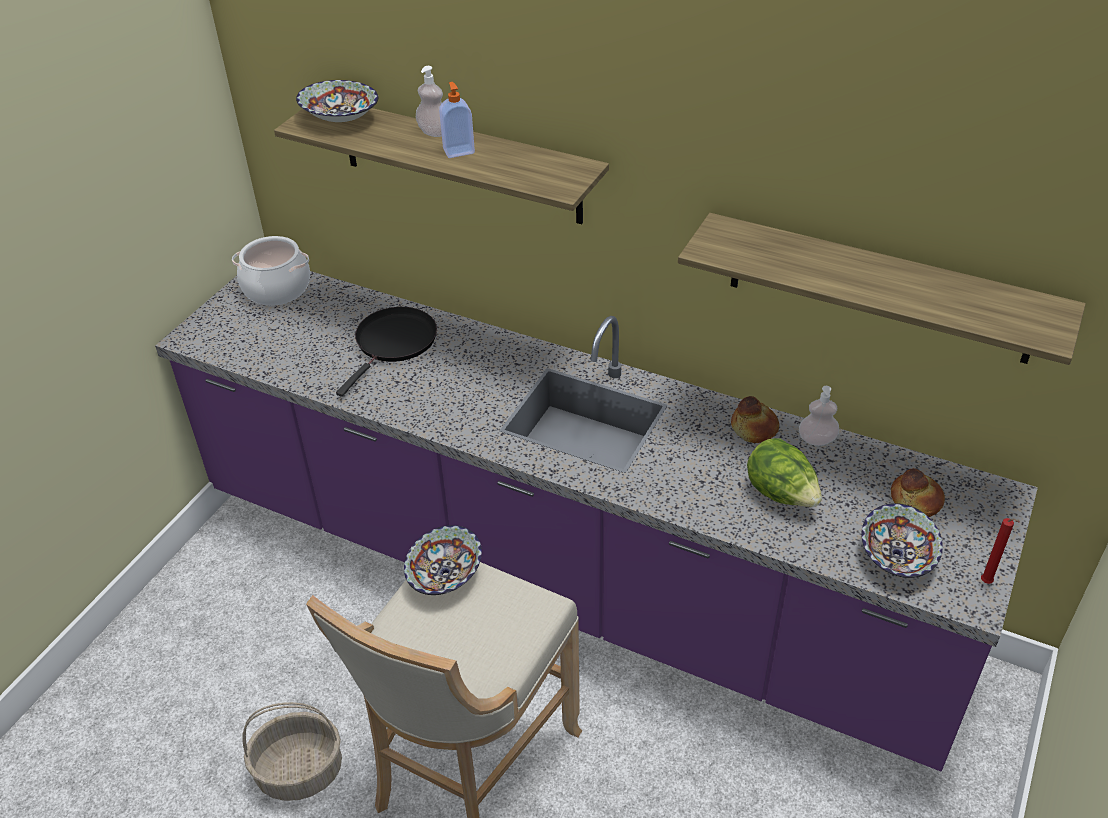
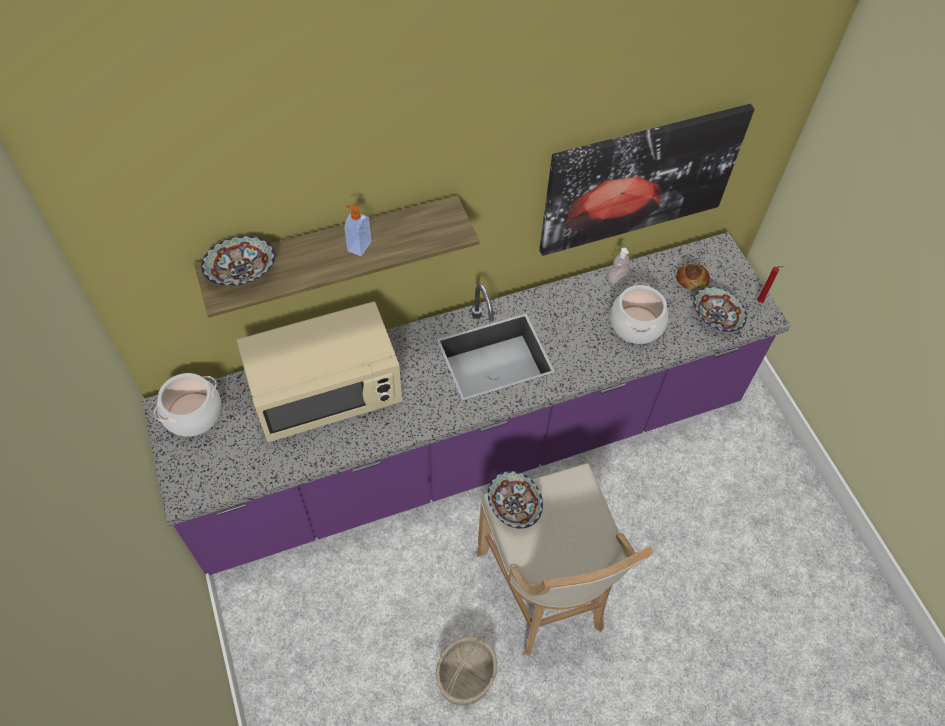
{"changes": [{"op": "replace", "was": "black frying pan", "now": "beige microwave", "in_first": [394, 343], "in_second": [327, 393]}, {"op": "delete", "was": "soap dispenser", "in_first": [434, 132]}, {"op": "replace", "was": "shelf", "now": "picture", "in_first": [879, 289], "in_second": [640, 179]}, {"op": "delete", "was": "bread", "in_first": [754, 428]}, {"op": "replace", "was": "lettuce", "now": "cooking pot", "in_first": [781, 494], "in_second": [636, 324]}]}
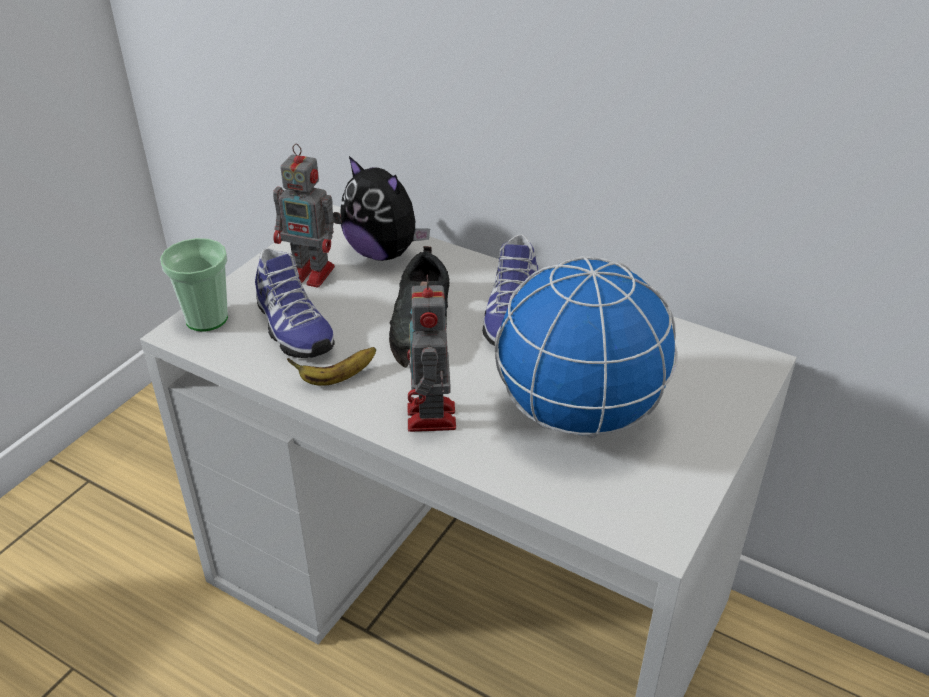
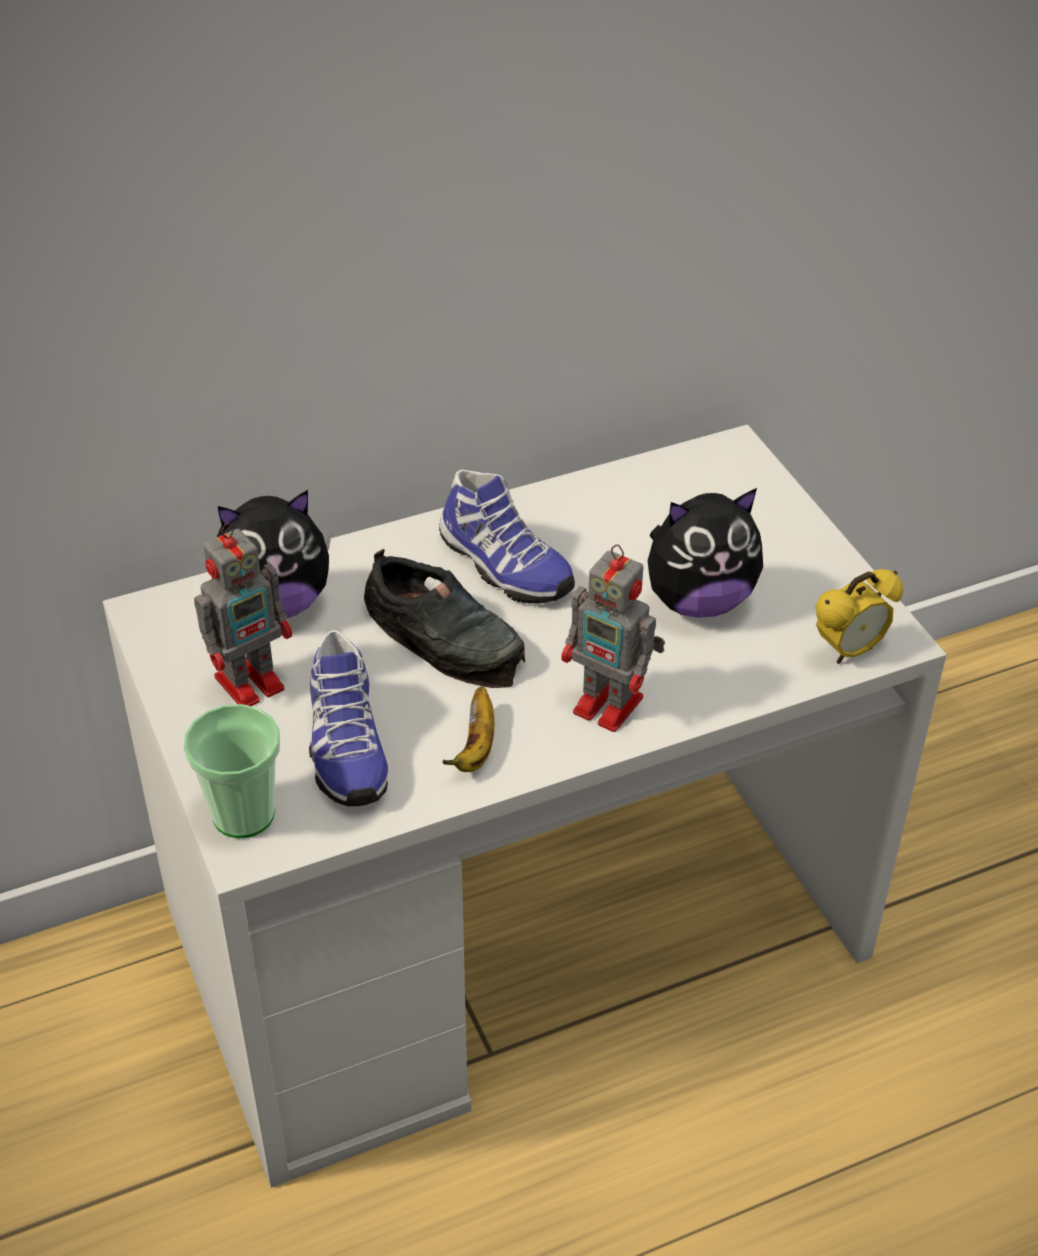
{"changes": [{"op": "rotate", "was": "shoe", "in_first": [291, 328], "in_second": [344, 747], "clockwise": 75}, {"op": "replace", "was": "globe", "now": "plush toy", "in_first": [579, 413], "in_second": [698, 600]}, {"op": "insert", "now": "alarm clock", "in_second": [849, 651]}]}
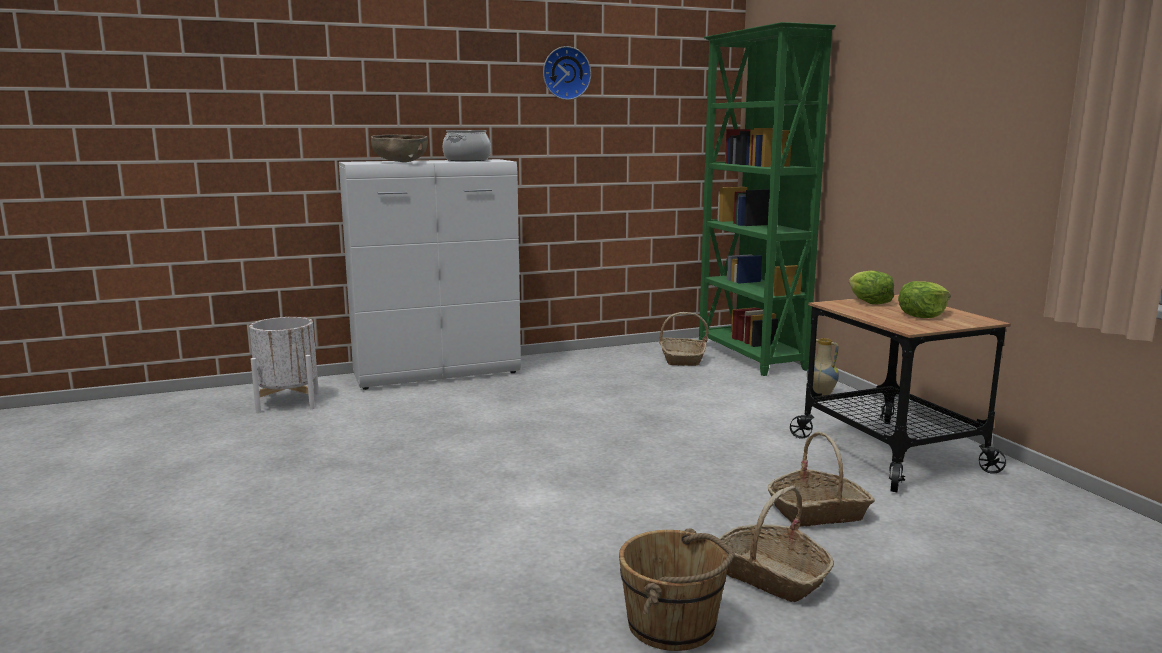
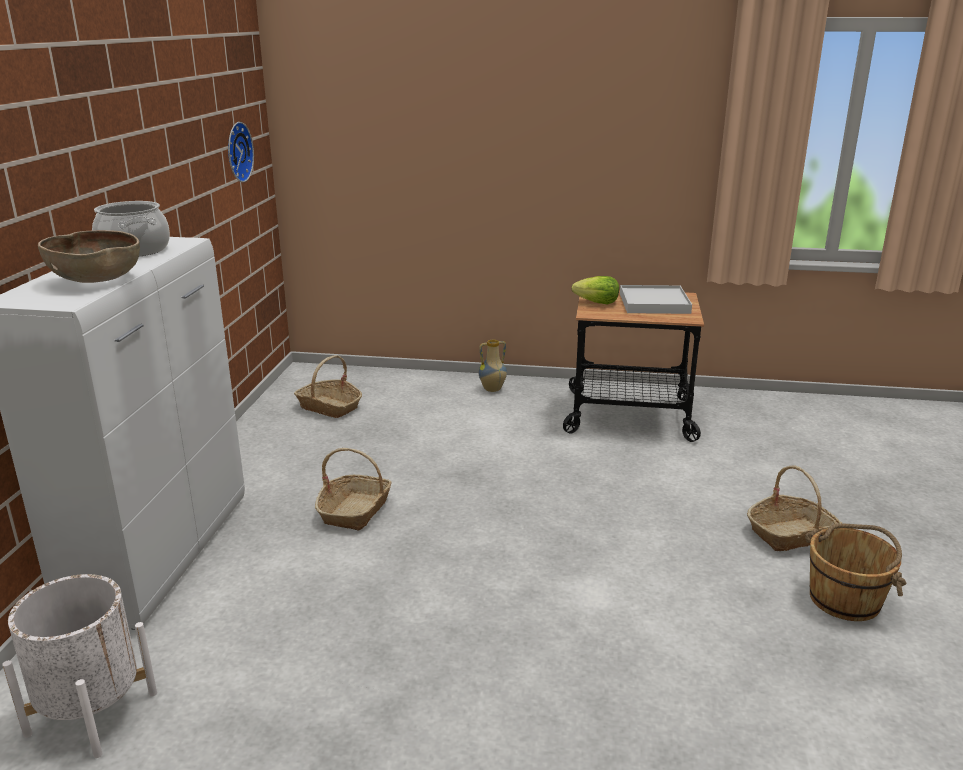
{"changes": [{"op": "move", "was": "wall clock", "in_first": [565, 73], "in_second": [236, 152]}, {"op": "delete", "was": "green bookcase", "in_first": [750, 357]}, {"op": "move", "was": "basket", "in_first": [818, 512], "in_second": [355, 510]}, {"op": "replace", "was": "lettuce", "now": "white tray", "in_first": [923, 315], "in_second": [654, 303]}]}
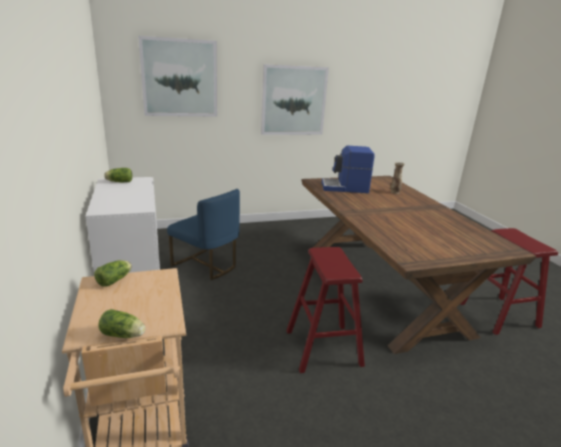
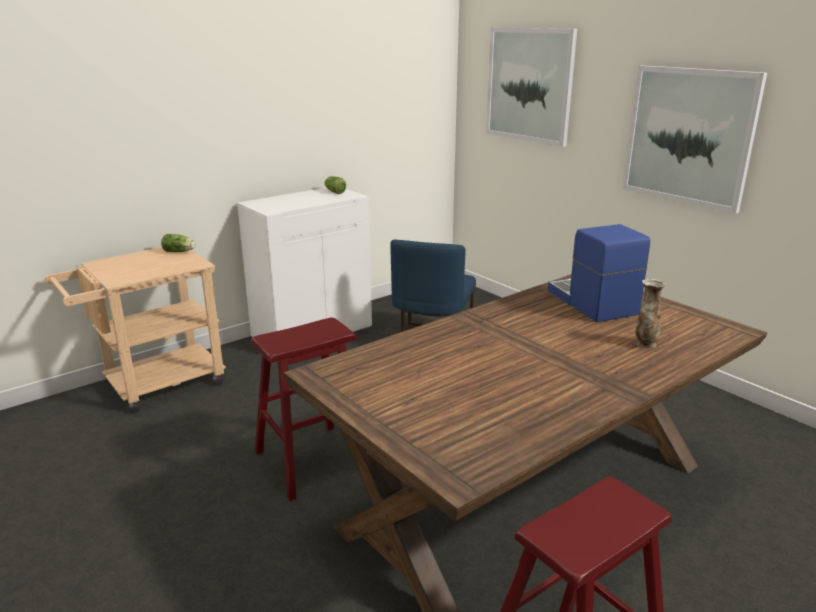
{"changes": [{"op": "delete", "was": "lettuce", "in_first": [124, 335]}]}
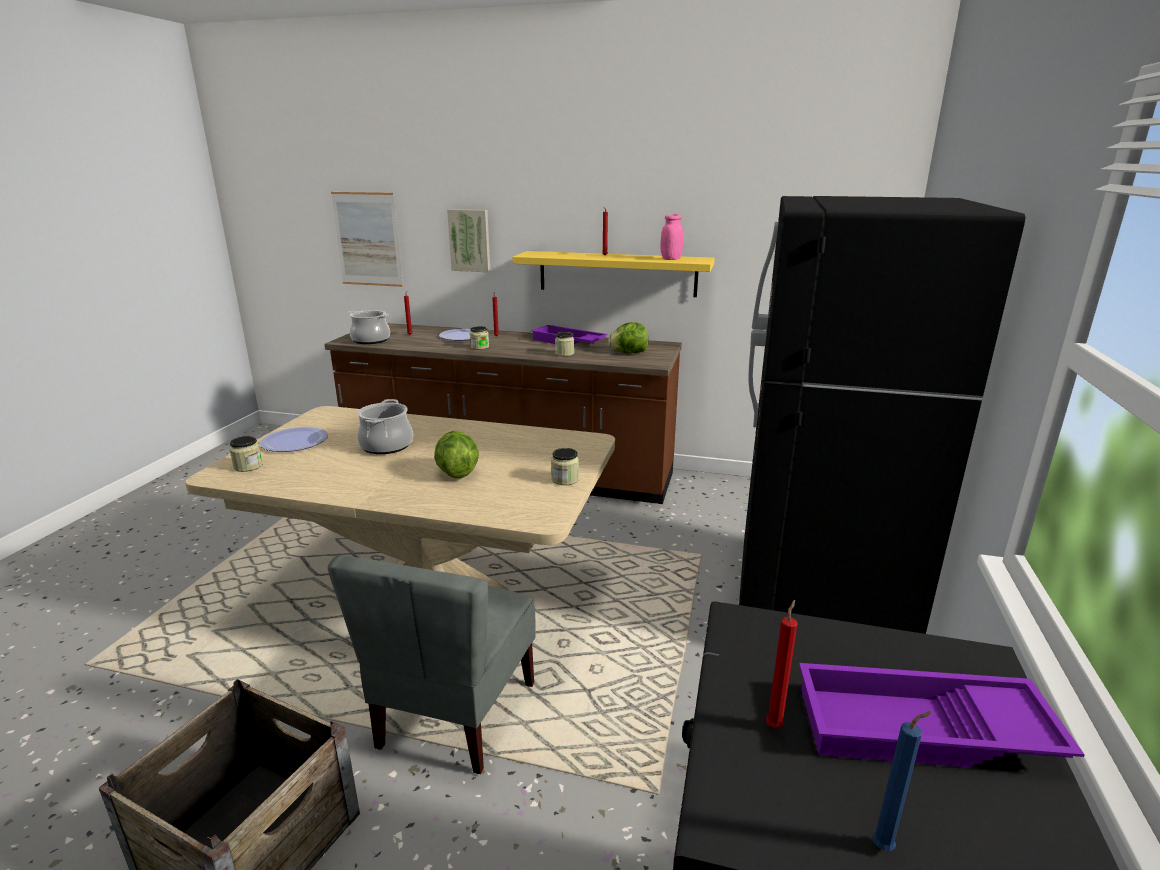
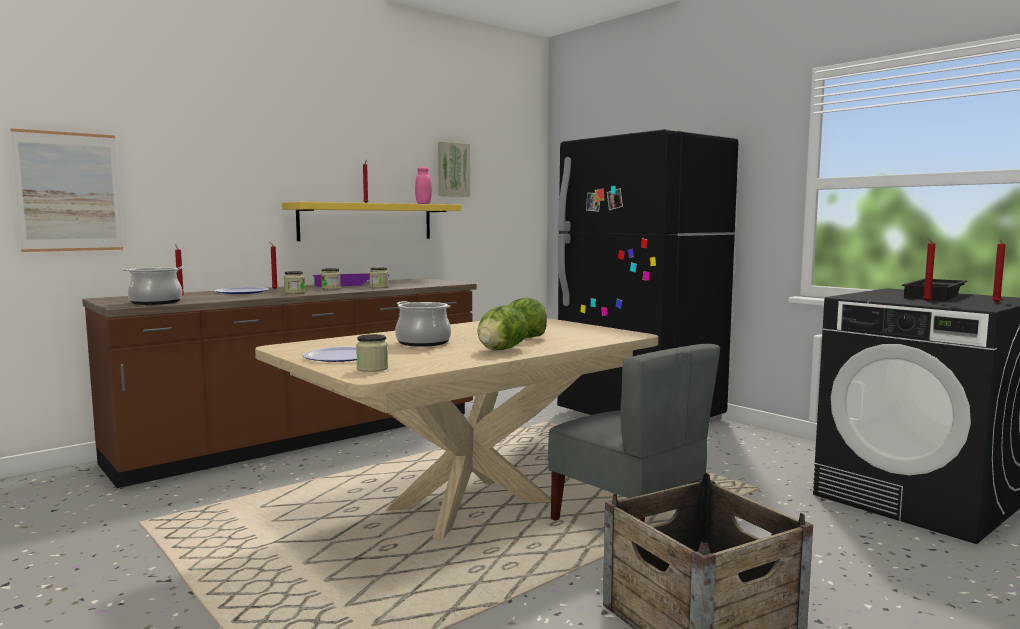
{"changes": [{"op": "move", "was": "picture", "in_first": [470, 240], "in_second": [452, 169]}, {"op": "move", "was": "jar", "in_first": [565, 479], "in_second": [331, 288]}, {"op": "move", "was": "lettuce", "in_first": [629, 353], "in_second": [500, 350]}, {"op": "recolor", "was": "purple tray", "now": "black tray", "in_first": [922, 732], "in_second": [936, 296]}, {"op": "recolor", "was": "blue candle", "now": "red candle", "in_first": [885, 847], "in_second": [996, 302]}]}
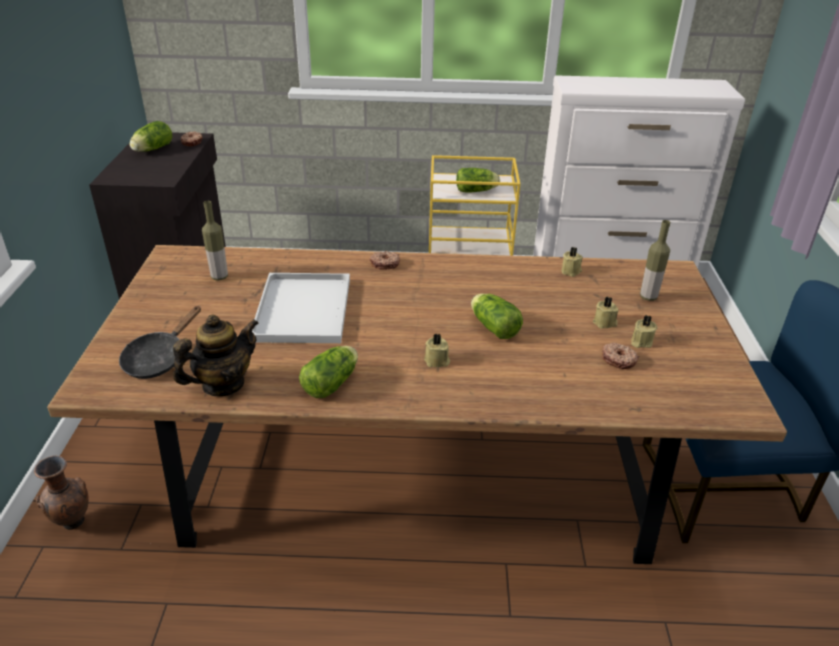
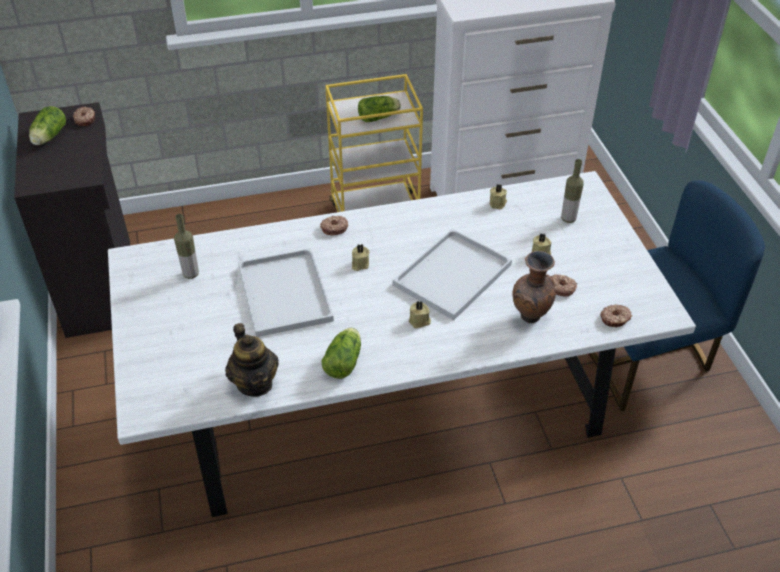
{"changes": [{"op": "move", "was": "brown vase", "in_first": [73, 524], "in_second": [530, 318]}, {"op": "recolor", "was": "brown dining table", "now": "white dining table", "in_first": [416, 472], "in_second": [389, 401]}, {"op": "delete", "was": "black frying pan", "in_first": [158, 359]}, {"op": "rotate", "was": "teapot", "in_first": [223, 384], "in_second": [255, 383], "clockwise": 120}, {"op": "replace", "was": "lettuce", "now": "white tray", "in_first": [493, 326], "in_second": [452, 276]}, {"op": "move", "was": "beige candle", "in_first": [640, 342], "in_second": [359, 264]}, {"op": "insert", "now": "donut", "in_second": [615, 319]}]}
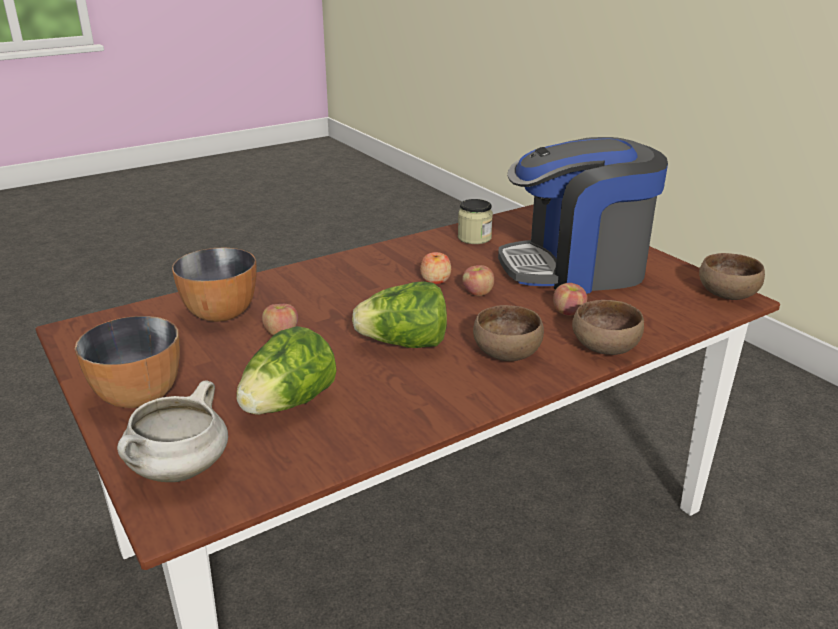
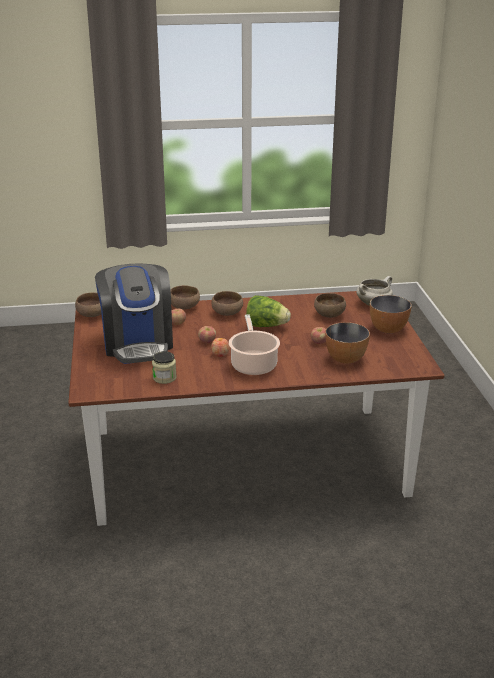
{"changes": [{"op": "replace", "was": "lettuce", "now": "brown bowl", "in_first": [288, 404], "in_second": [328, 314]}, {"op": "rotate", "was": "coffee machine", "in_first": [576, 268], "in_second": [138, 343], "clockwise": 60}, {"op": "insert", "now": "cooking pot", "in_second": [253, 364]}]}
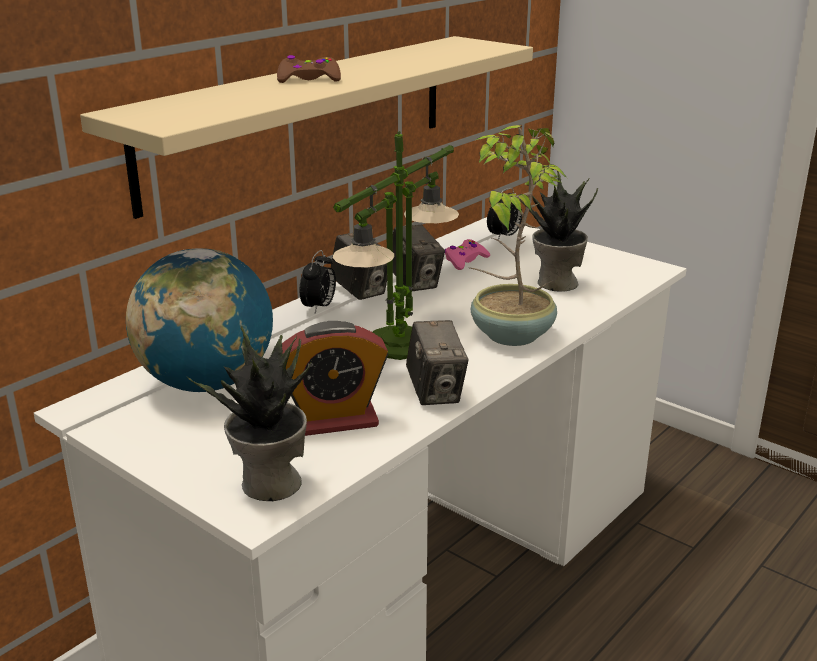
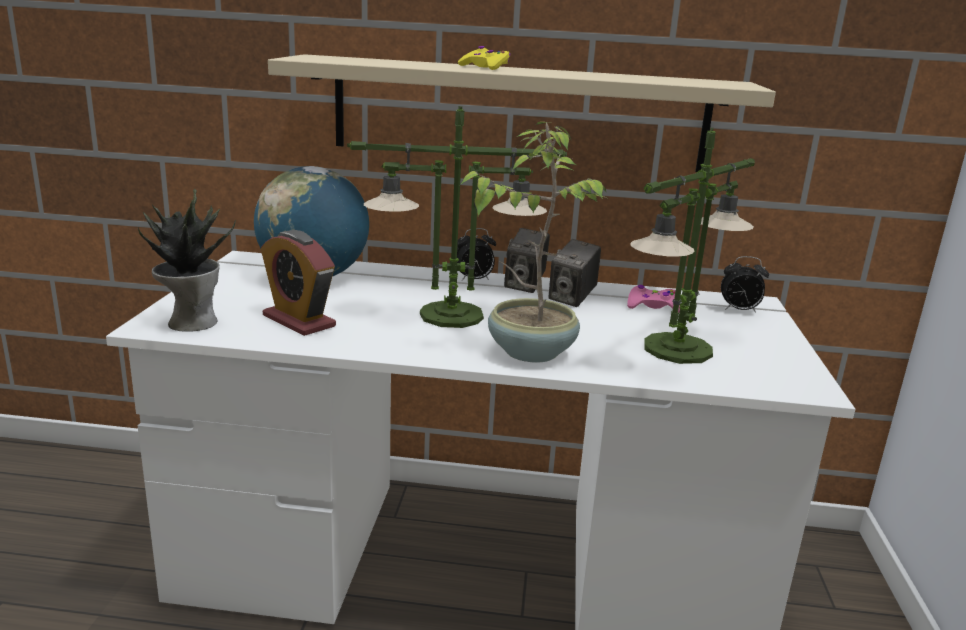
{"changes": [{"op": "recolor", "was": "brown game controller", "now": "yellow game controller", "in_first": [308, 79], "in_second": [485, 67]}, {"op": "delete", "was": "photo camera", "in_first": [435, 392]}, {"op": "replace", "was": "potted plant", "now": "table lamp", "in_first": [555, 283], "in_second": [677, 350]}]}
